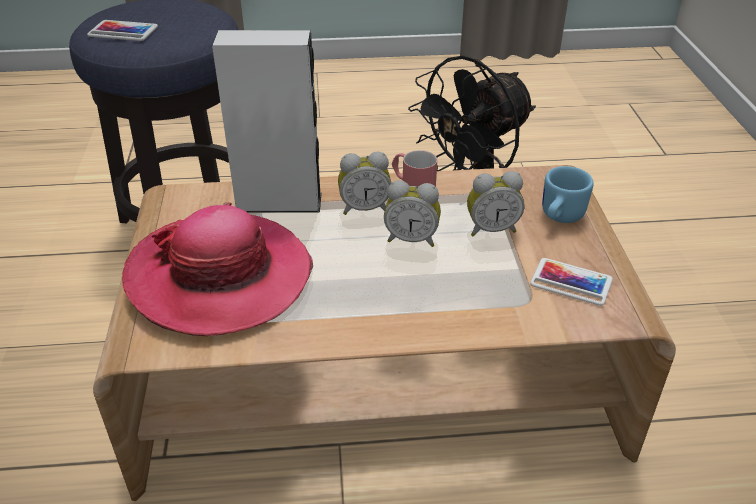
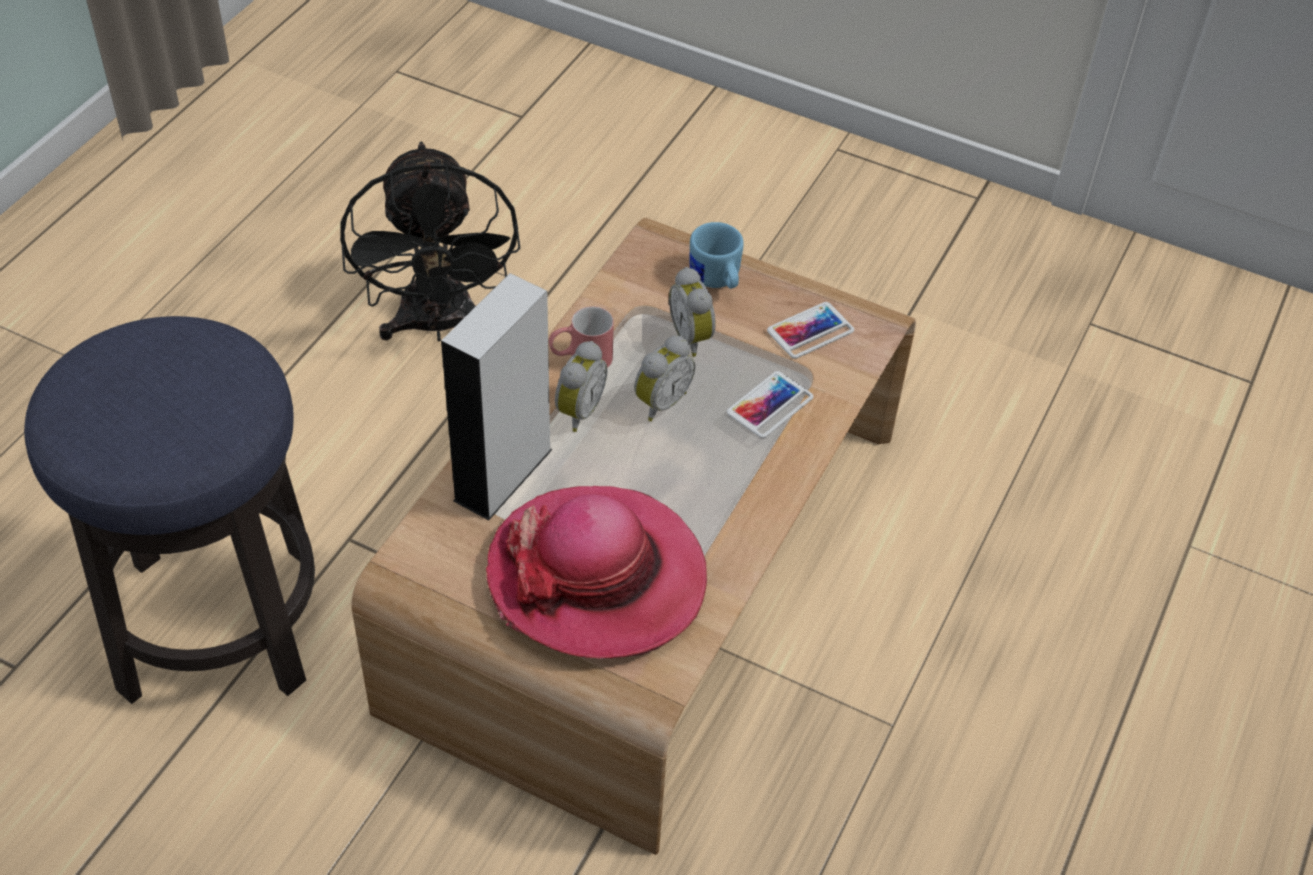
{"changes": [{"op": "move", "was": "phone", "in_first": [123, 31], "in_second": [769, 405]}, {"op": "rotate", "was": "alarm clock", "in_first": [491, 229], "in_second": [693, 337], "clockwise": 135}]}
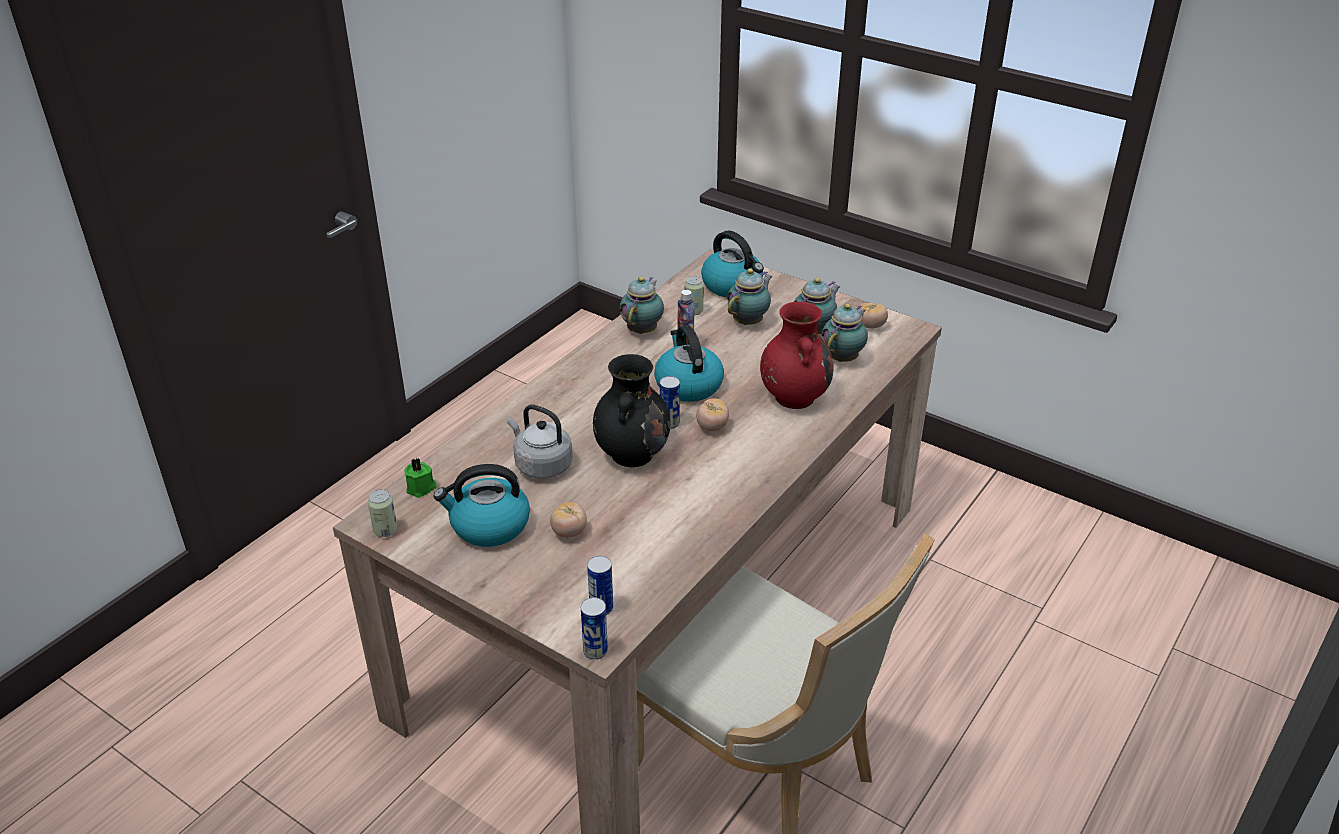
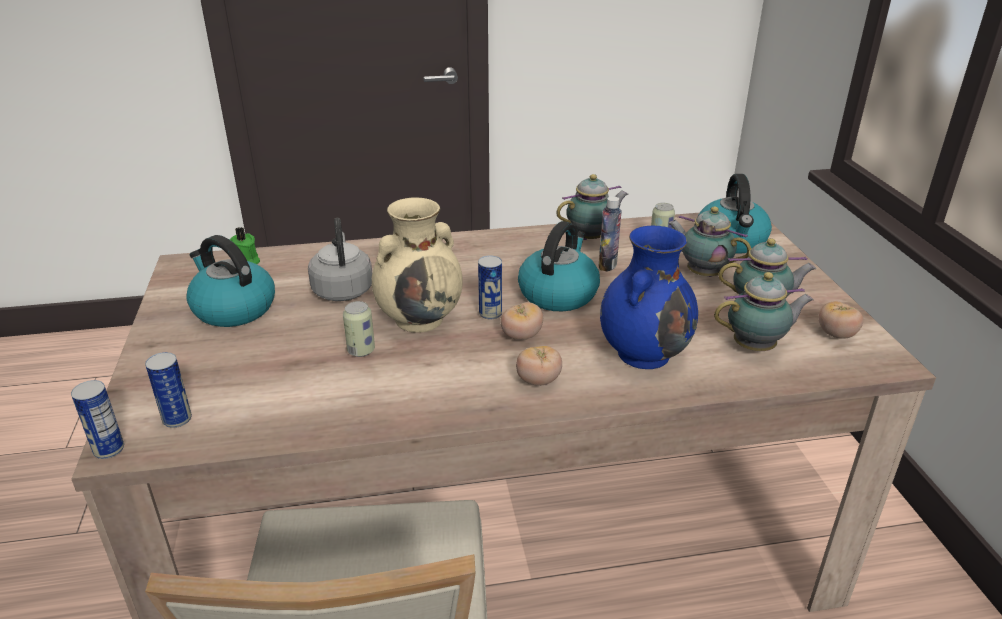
{"changes": [{"op": "move", "was": "can", "in_first": [385, 530], "in_second": [361, 351]}, {"op": "move", "was": "tomato", "in_first": [569, 532], "in_second": [538, 381]}, {"op": "recolor", "was": "black vase", "now": "beige vase", "in_first": [632, 453], "in_second": [420, 318]}, {"op": "rotate", "was": "teapot", "in_first": [749, 321], "in_second": [702, 273], "clockwise": -135}, {"op": "recolor", "was": "red vase", "now": "blue vase", "in_first": [794, 396], "in_second": [644, 353]}]}
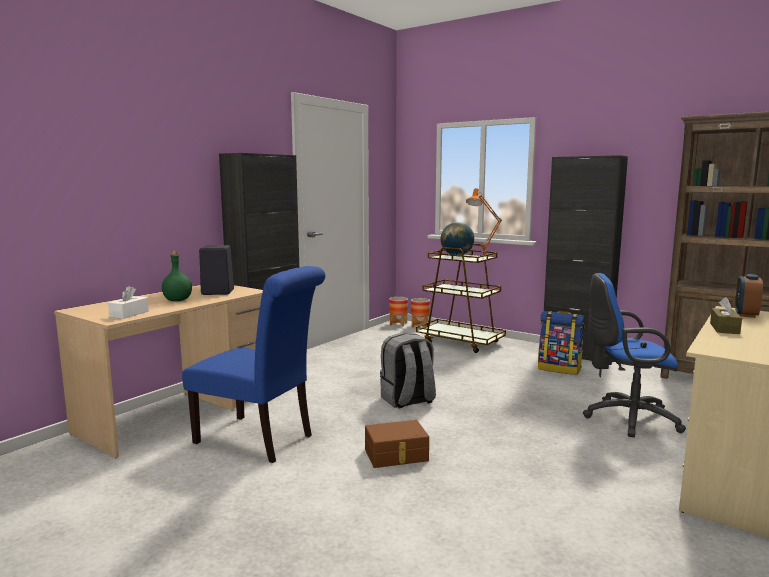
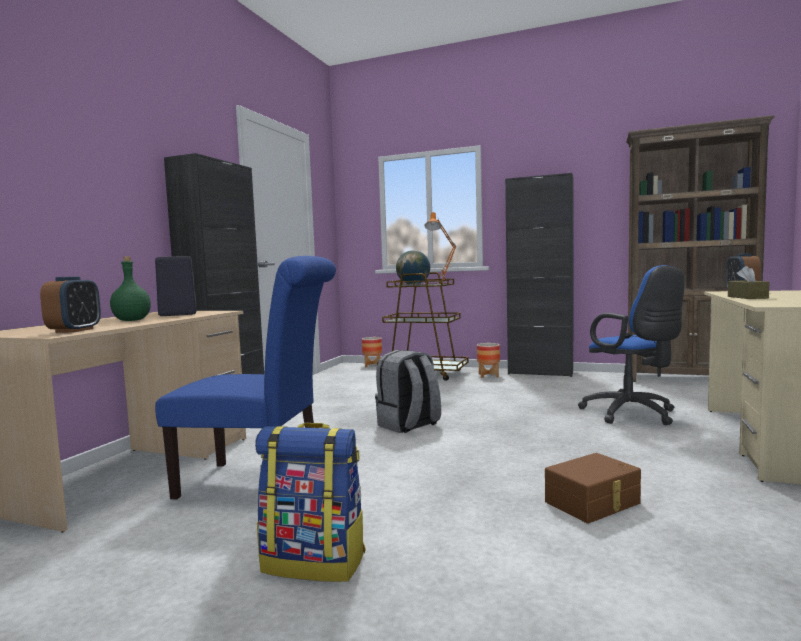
{"changes": [{"op": "replace", "was": "white tissue box", "now": "alarm clock", "in_first": [129, 314], "in_second": [74, 330]}, {"op": "move", "was": "brown storage box", "in_first": [396, 455], "in_second": [594, 503]}, {"op": "move", "was": "planter", "in_first": [398, 324], "in_second": [488, 375]}, {"op": "move", "was": "backpack", "in_first": [559, 369], "in_second": [315, 562]}, {"op": "rotate", "was": "blue office chair", "in_first": [626, 418], "in_second": [633, 414], "clockwise": -105}]}
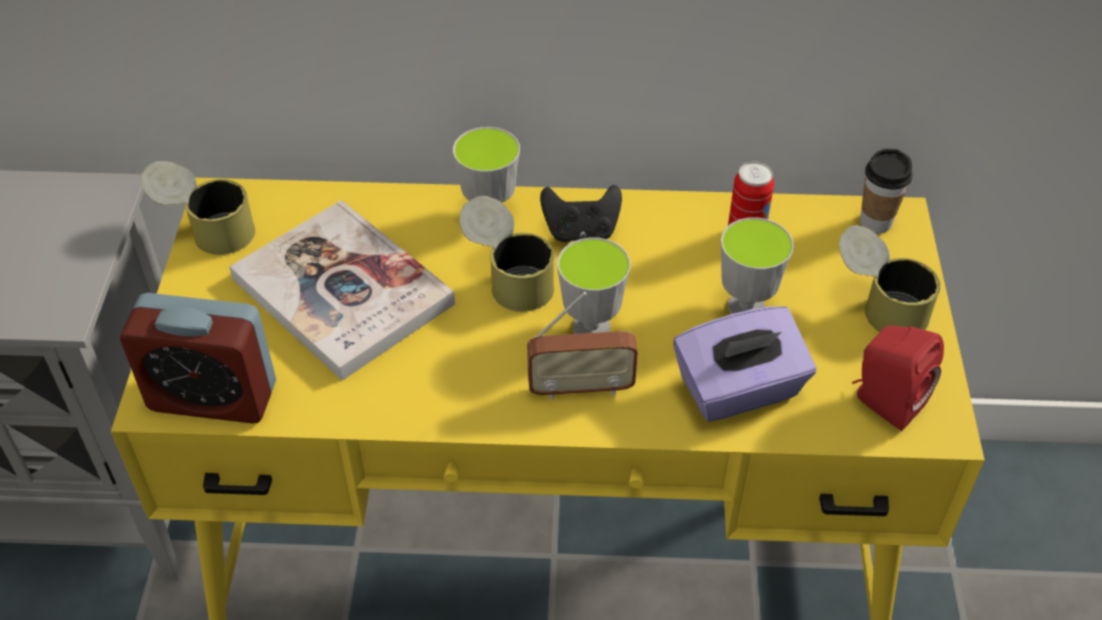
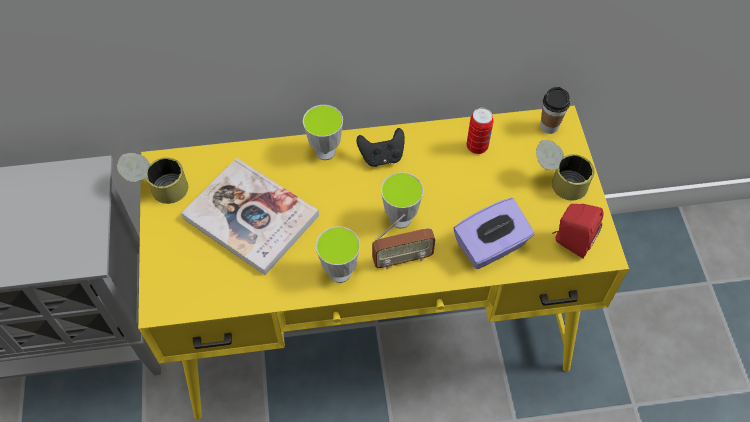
{"changes": [{"op": "delete", "was": "alarm clock", "in_first": [213, 397]}, {"op": "delete", "was": "can", "in_first": [509, 278]}, {"op": "move", "was": "cup", "in_first": [746, 306], "in_second": [340, 272]}]}
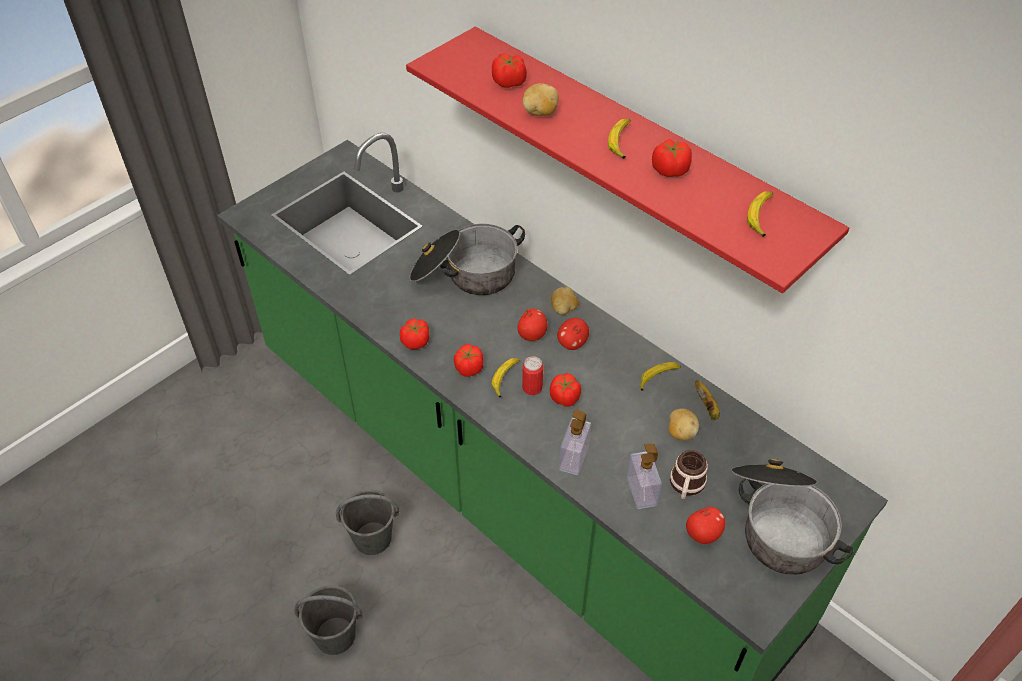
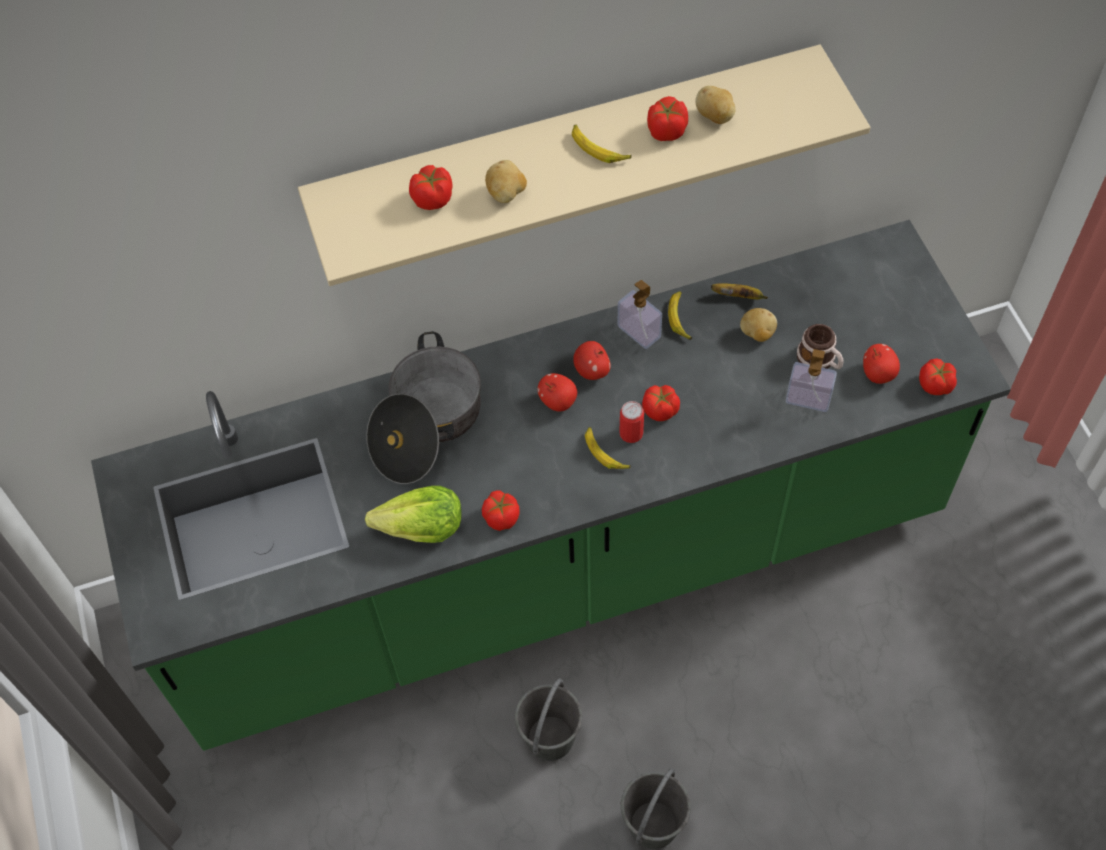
{"changes": [{"op": "recolor", "was": "red shelf", "now": "beige shelf", "in_first": [638, 150], "in_second": [566, 147]}, {"op": "move", "was": "tomato", "in_first": [469, 368], "in_second": [935, 385]}, {"op": "move", "was": "potato", "in_first": [564, 309], "in_second": [715, 117]}, {"op": "move", "was": "soap dispenser", "in_first": [574, 458], "in_second": [639, 332]}, {"op": "delete", "was": "cooking pot", "in_first": [778, 523]}, {"op": "delete", "was": "banana", "in_first": [761, 216]}, {"op": "insert", "now": "lettuce", "in_second": [421, 528]}]}
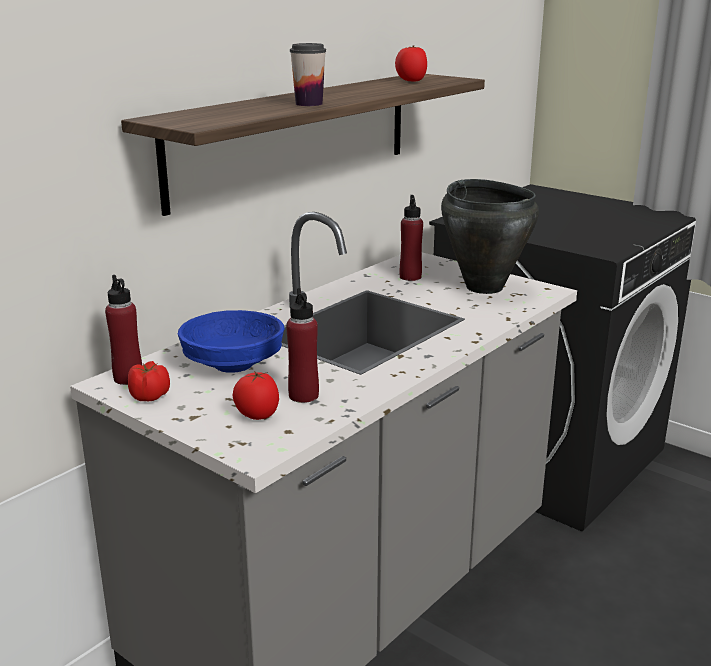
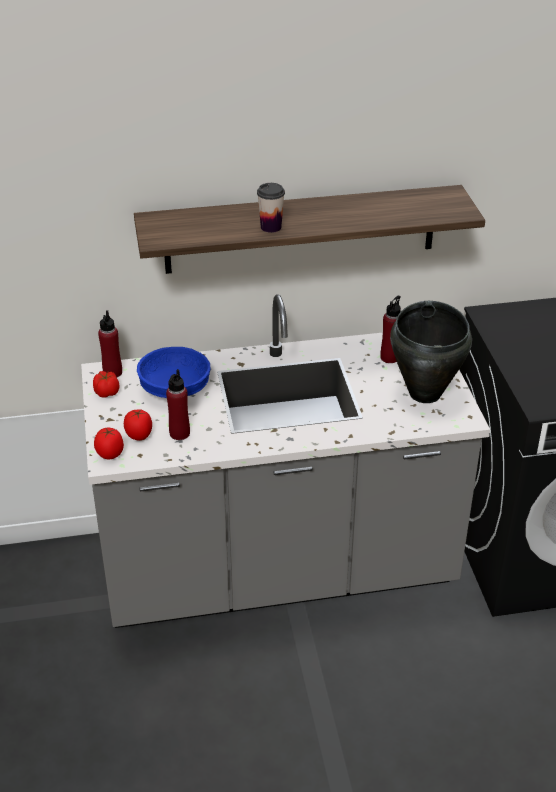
{"changes": [{"op": "move", "was": "tomato", "in_first": [411, 81], "in_second": [110, 454]}]}
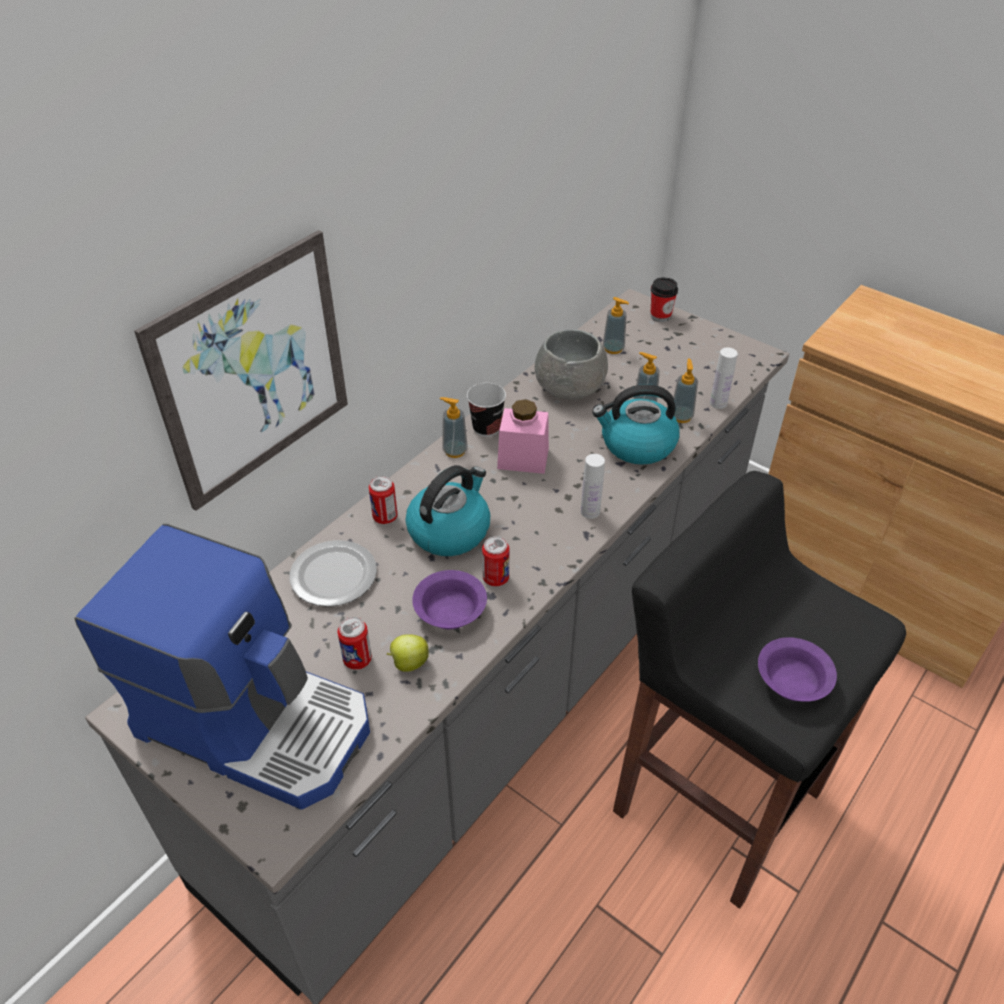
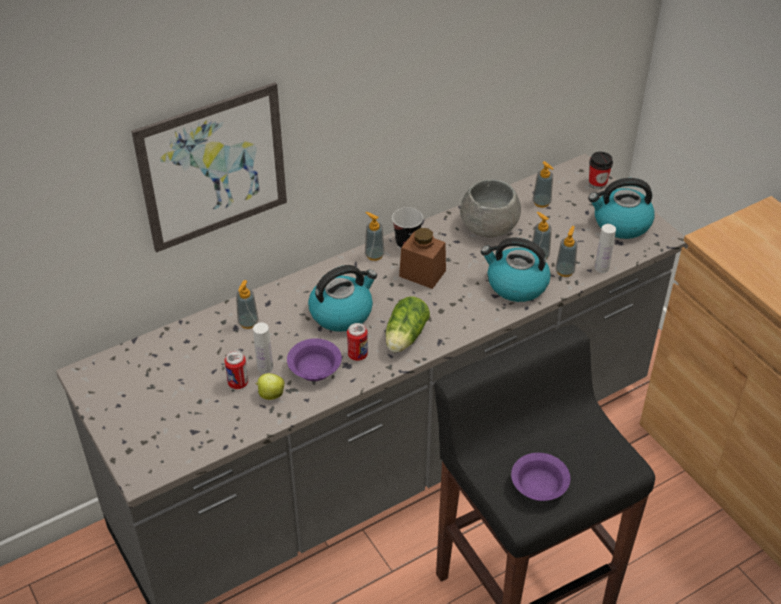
{"changes": [{"op": "delete", "was": "coffee machine", "in_first": [257, 721]}, {"op": "replace", "was": "plate", "now": "soap dispenser", "in_first": [335, 575], "in_second": [248, 322]}, {"op": "delete", "was": "can", "in_first": [385, 517]}, {"op": "recolor", "was": "pink jar", "now": "brown jar", "in_first": [523, 458], "in_second": [422, 273]}, {"op": "move", "was": "white bottle", "in_first": [590, 511], "in_second": [265, 367]}, {"op": "insert", "now": "lettuce", "in_second": [404, 338]}, {"op": "insert", "now": "kettle", "in_second": [621, 223]}]}
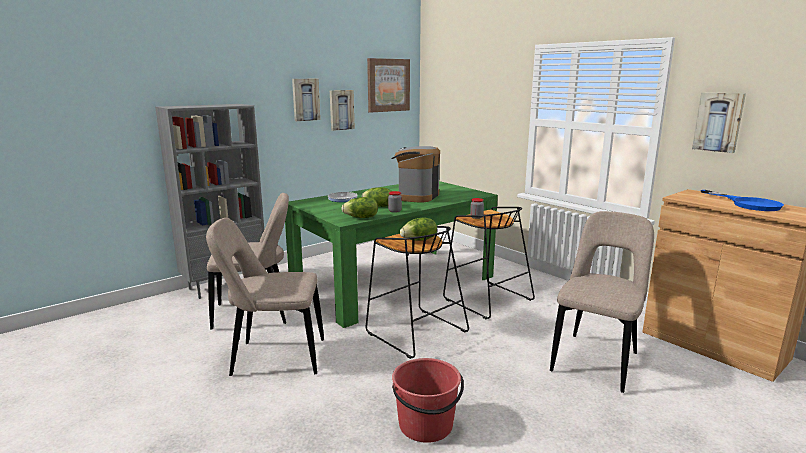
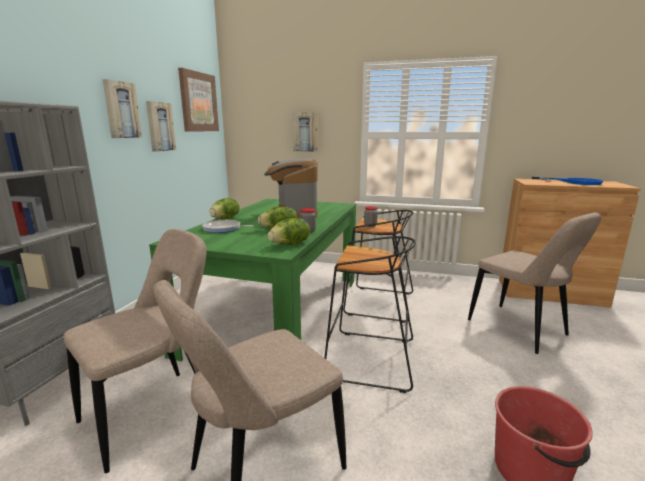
{"changes": [{"op": "move", "was": "lettuce", "in_first": [419, 240], "in_second": [225, 218]}, {"op": "rotate", "was": "beige chair", "in_first": [596, 360], "in_second": [520, 330], "clockwise": 150}, {"op": "move", "was": "picture", "in_first": [718, 122], "in_second": [305, 132]}]}
